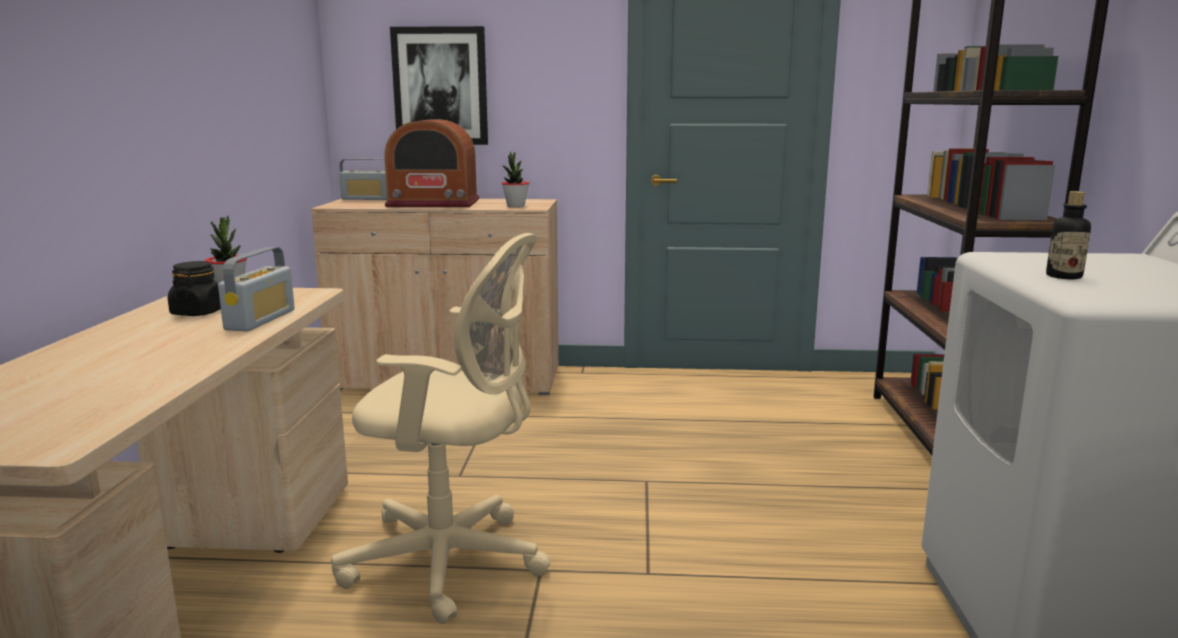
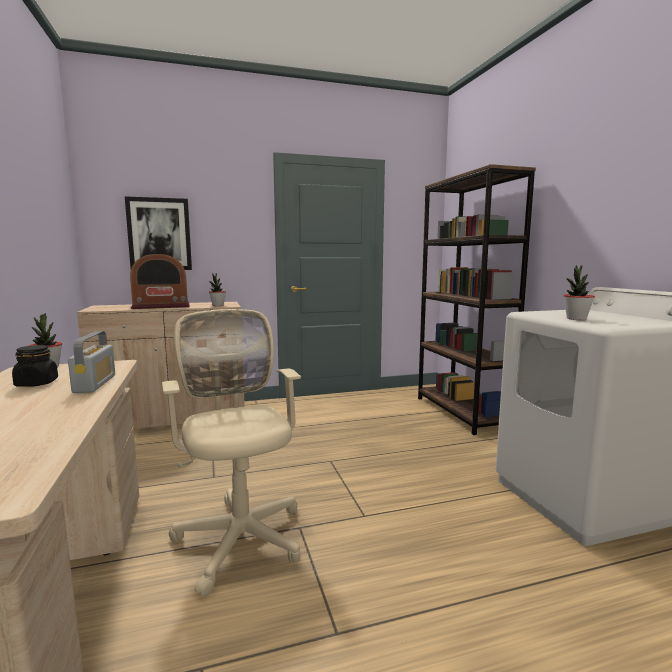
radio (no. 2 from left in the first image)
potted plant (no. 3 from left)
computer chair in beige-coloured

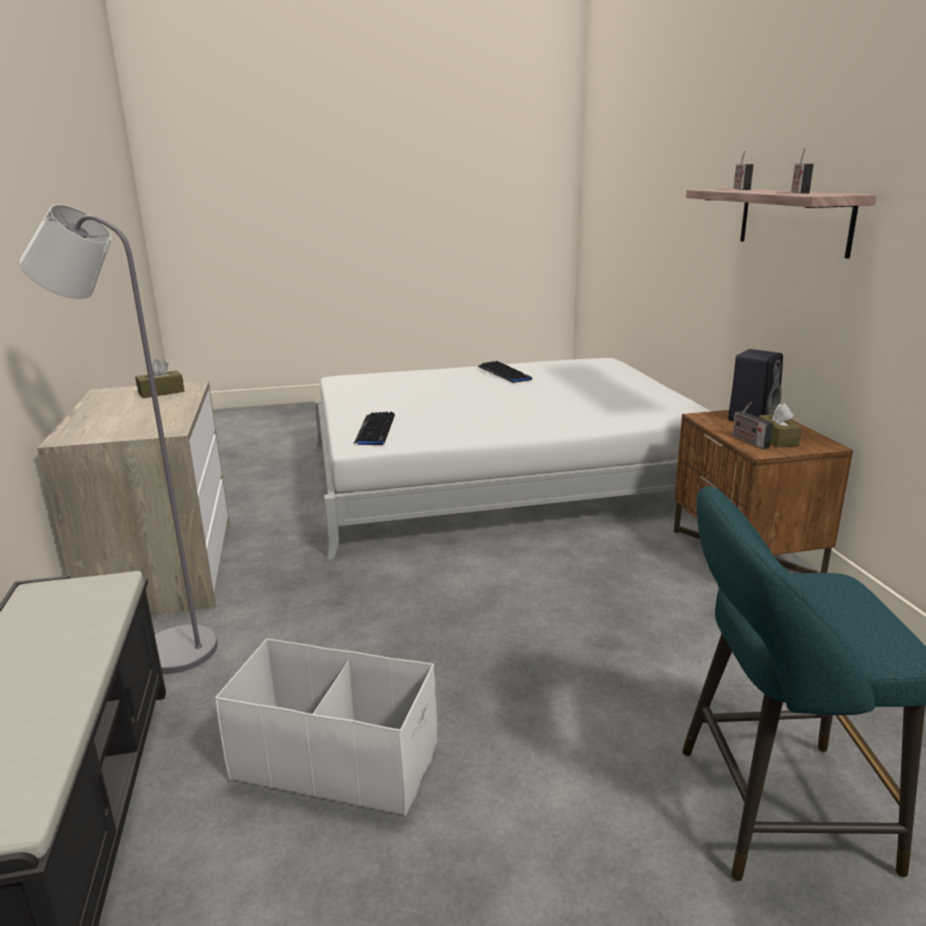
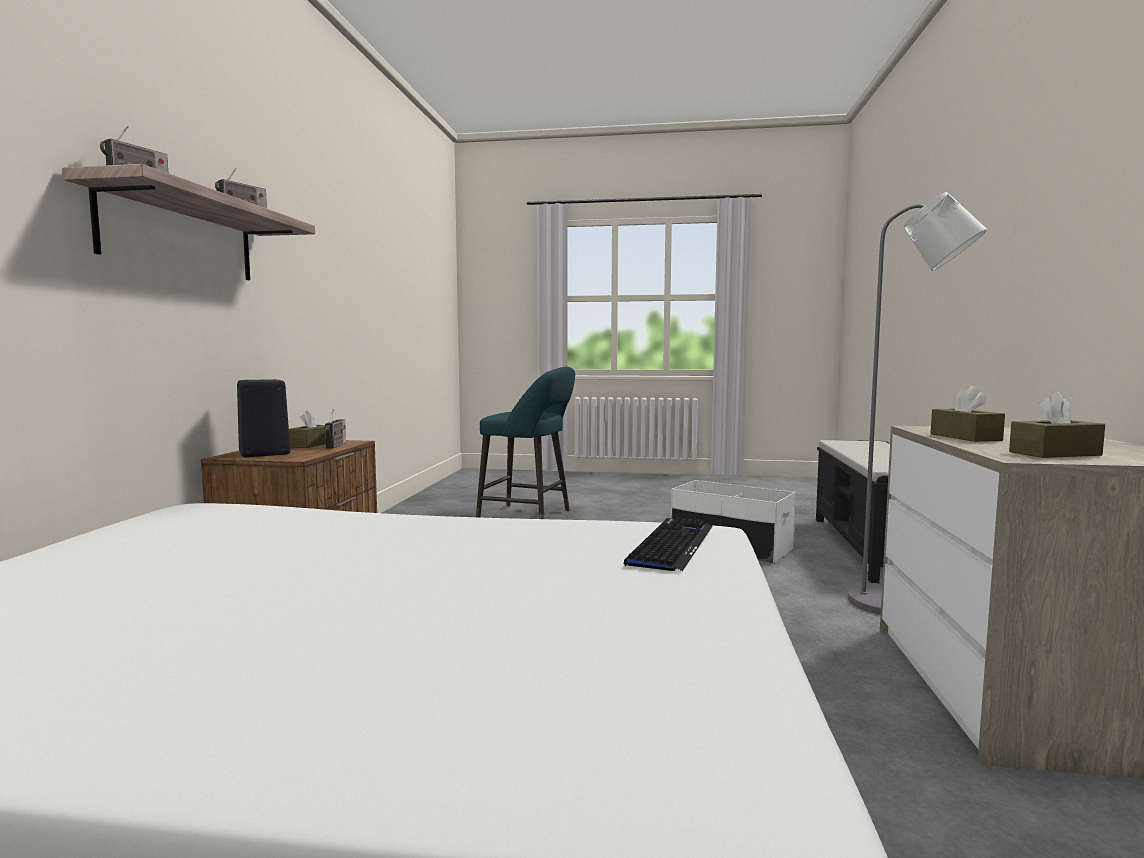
PC keyboard (no. 2 from left in the first image)
tissue holder in brownish (no. 2 from left)

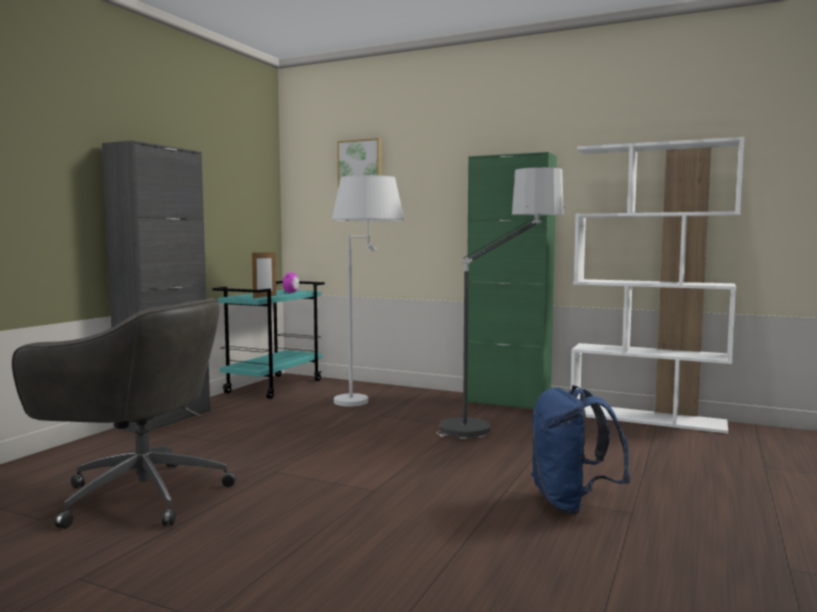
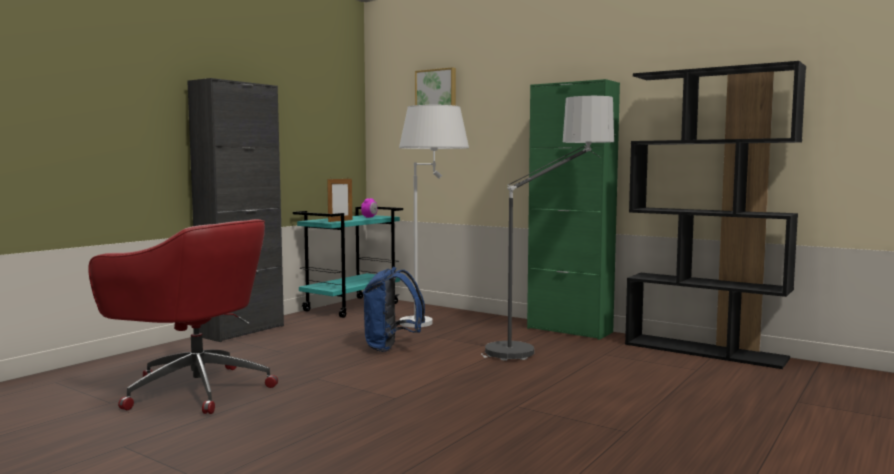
rucksack in bluish
computer chair in red
bookcase in black

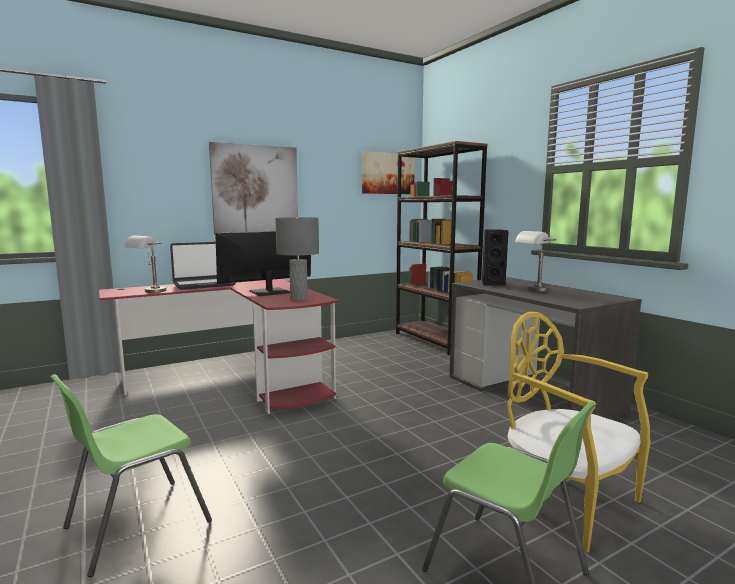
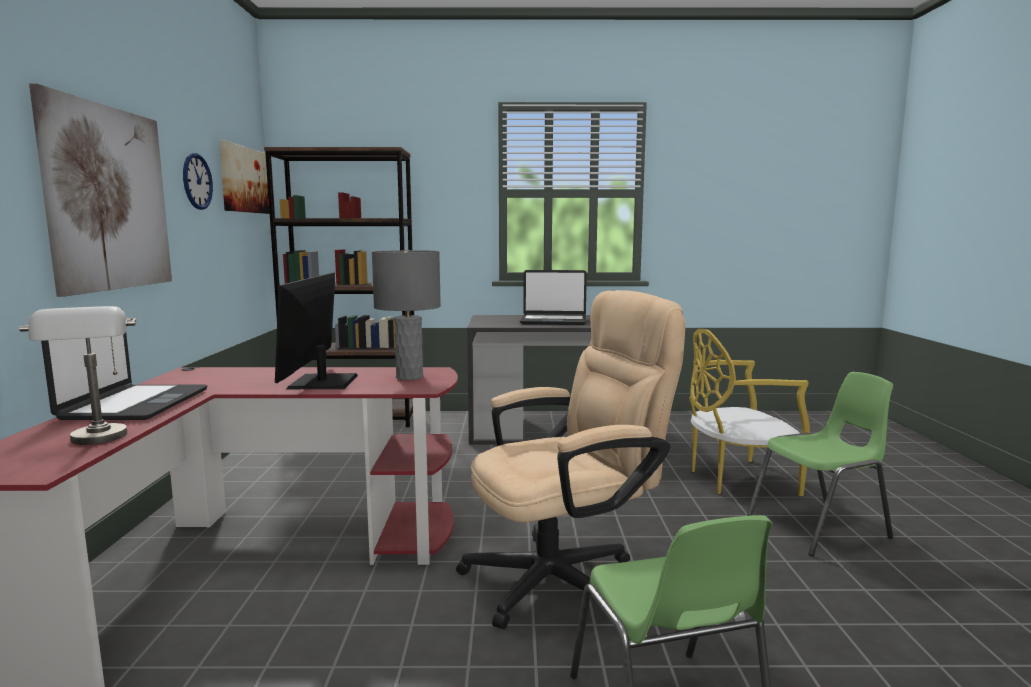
audio speaker in black
clock on the wall
computer chair in beige-coloured
laptop (no. 2 from left)

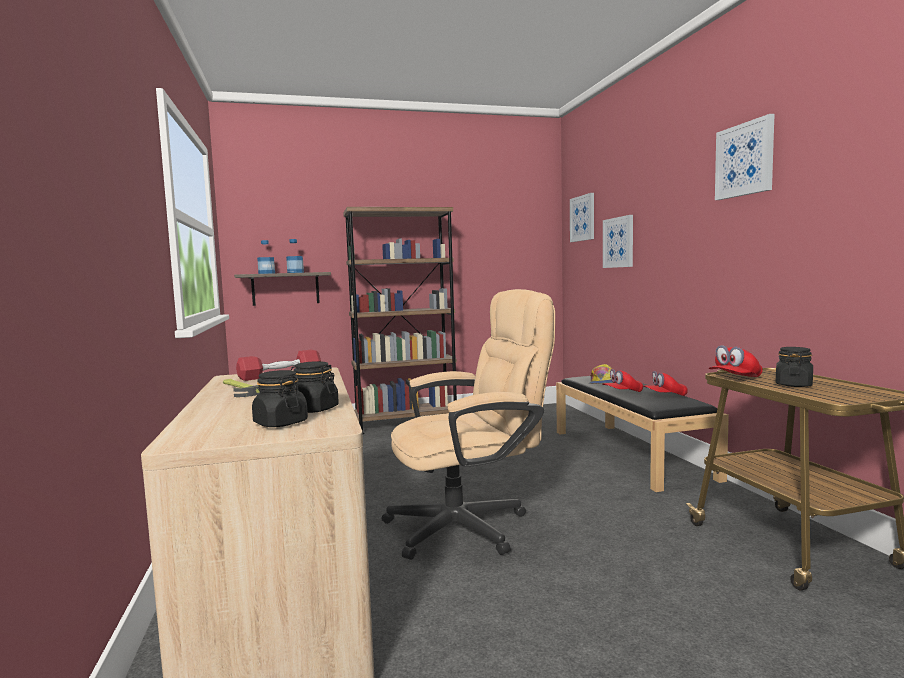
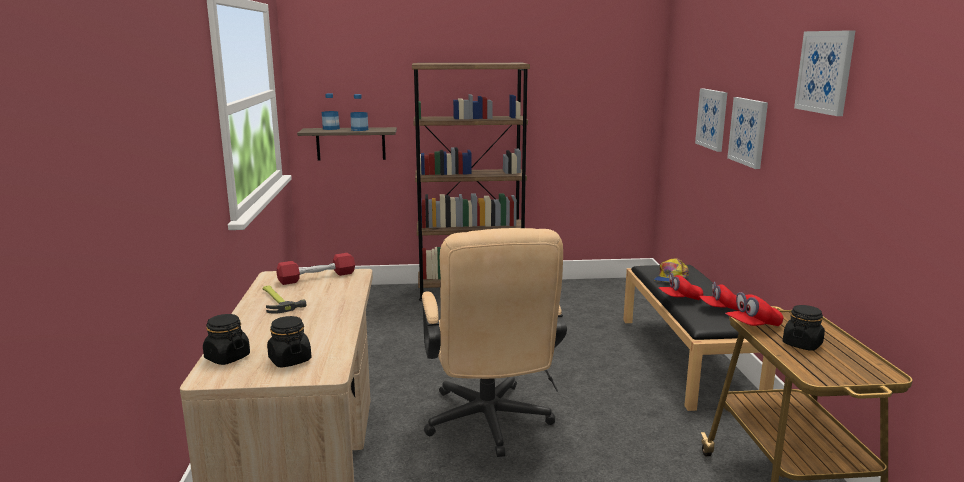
preserve jar in black (no. 1 from left)
wall picture (no. 2 from left)
computer chair in beige-coloured

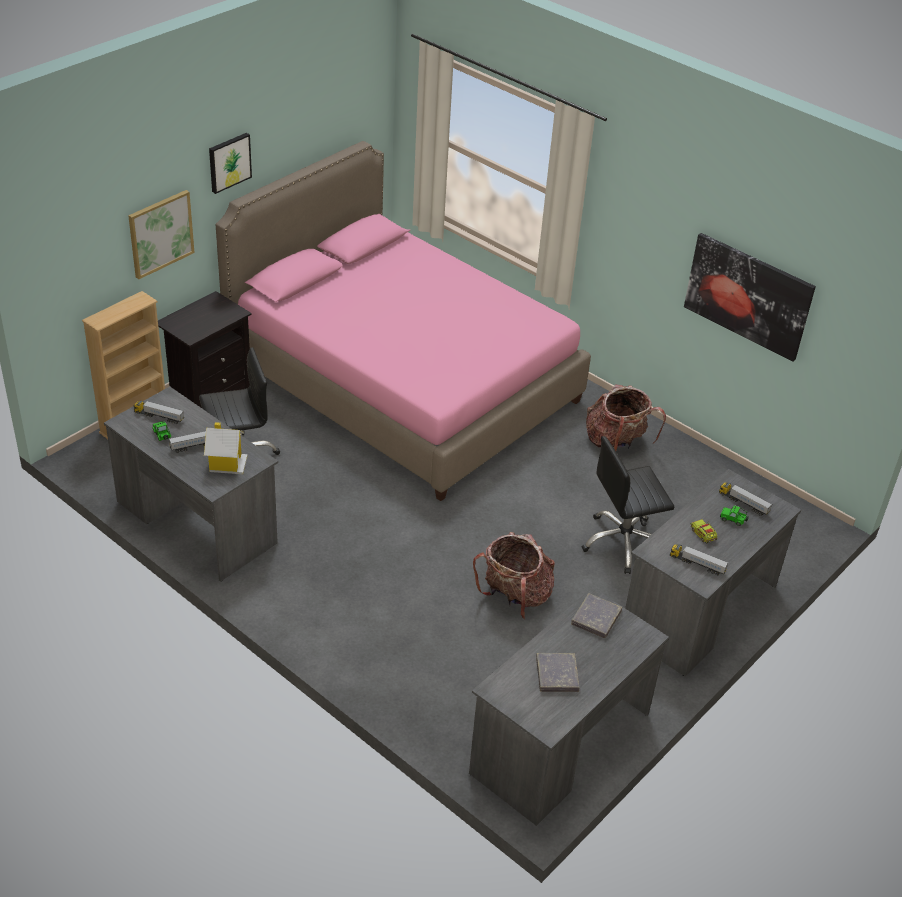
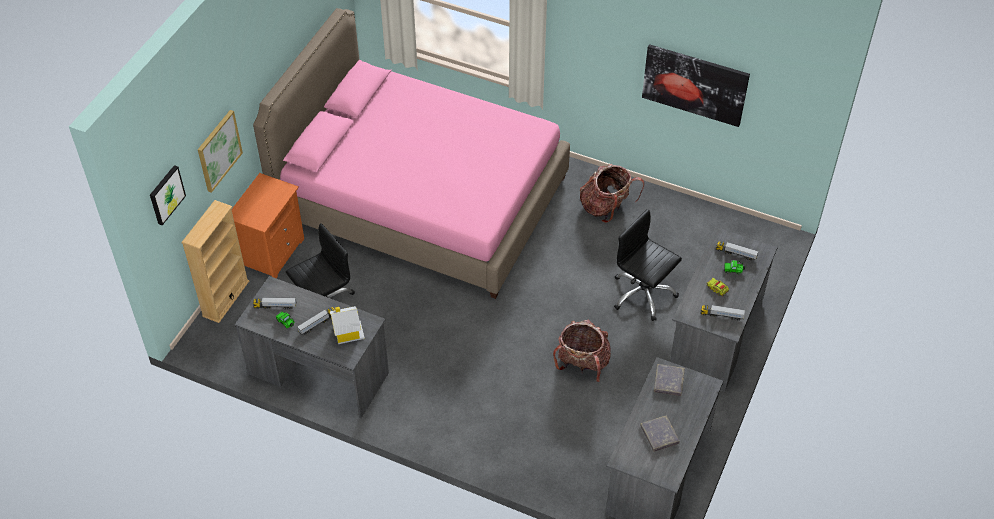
wall picture (no. 1 from left)
nightstand in orangey
computer chair in black (no. 2 from left)

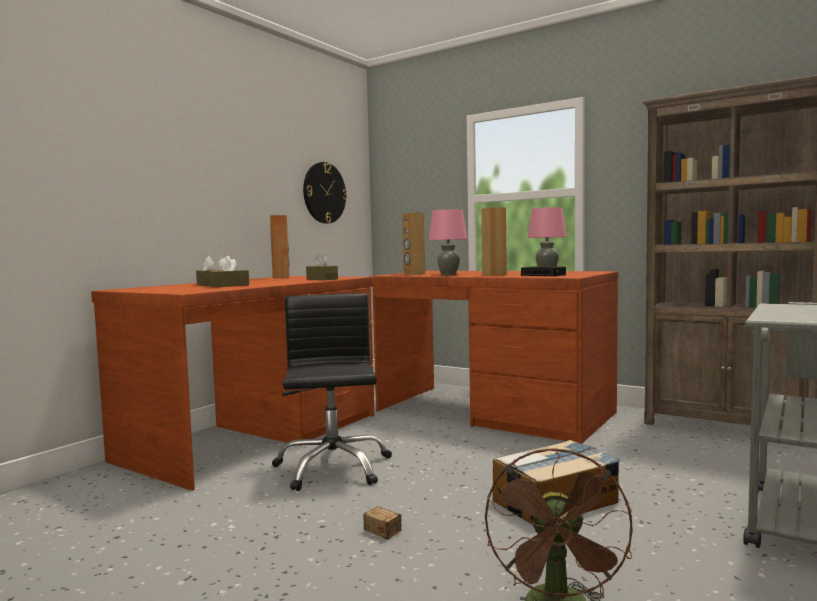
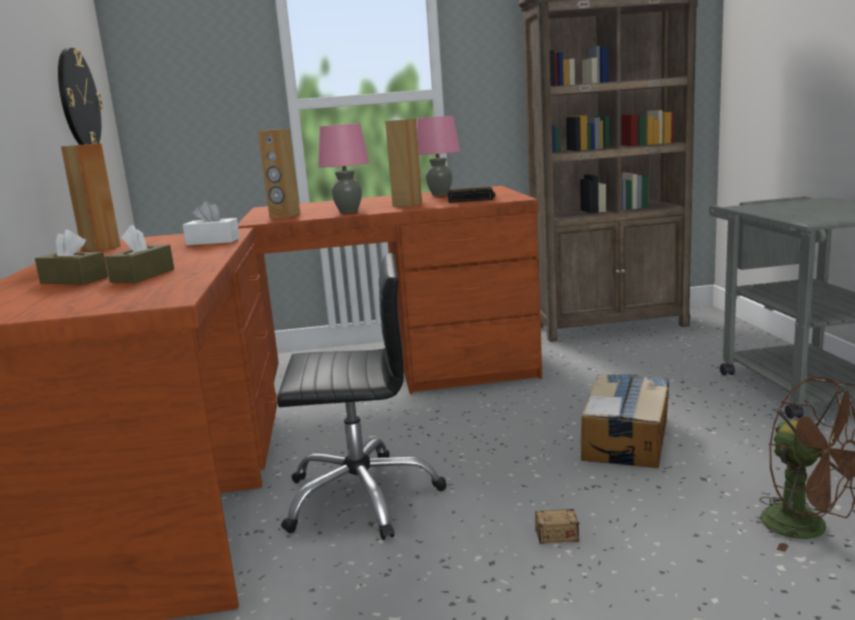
tissue holder in white
computer chair in black

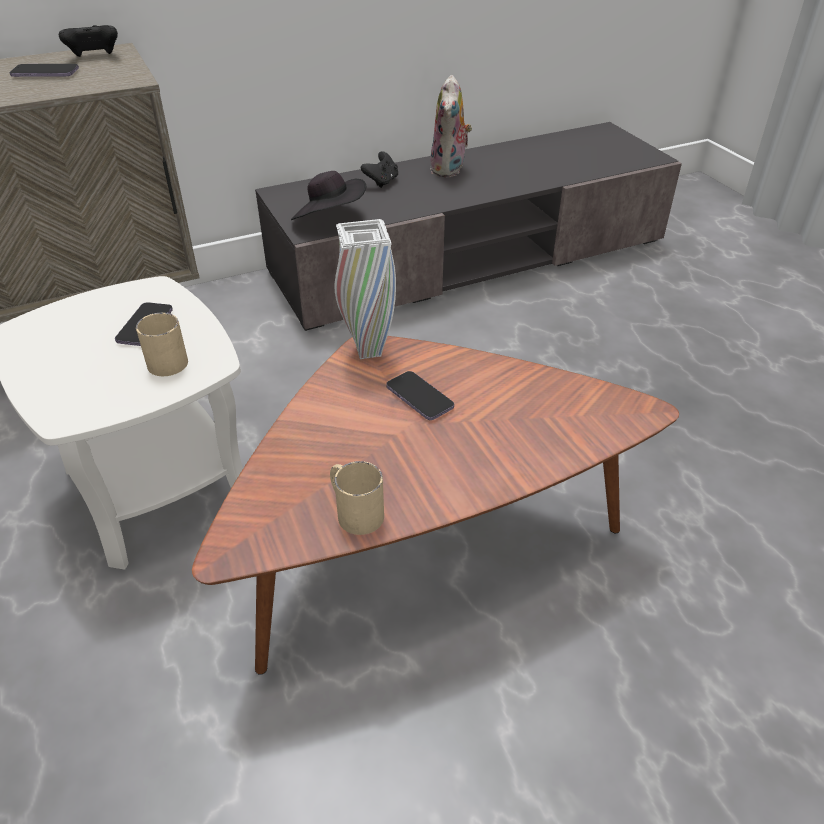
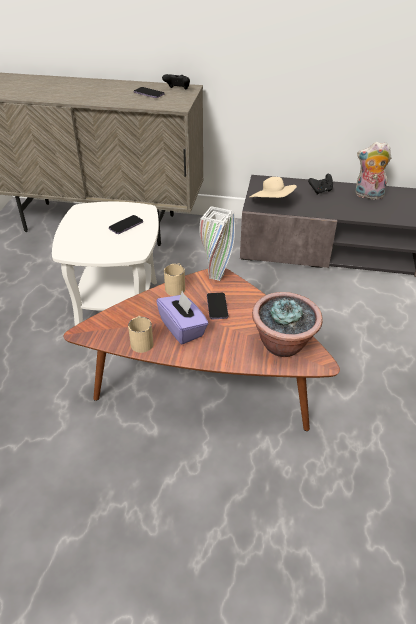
tissue holder in purplish
potted plant
mug in beige-coloured (no. 2 from left)
hat in beige-coloured
plush toy

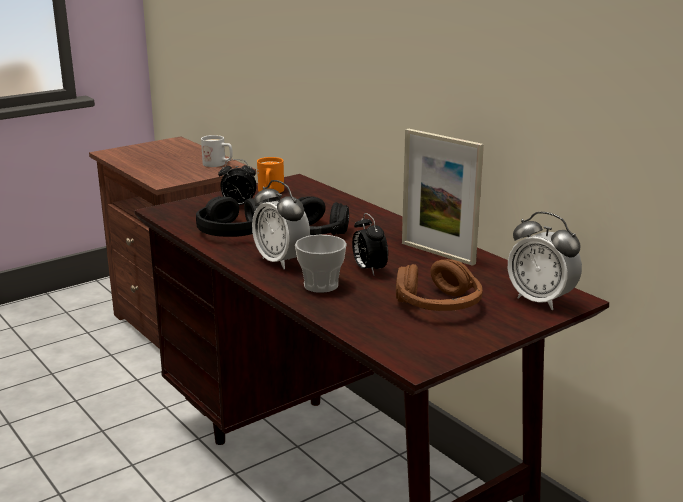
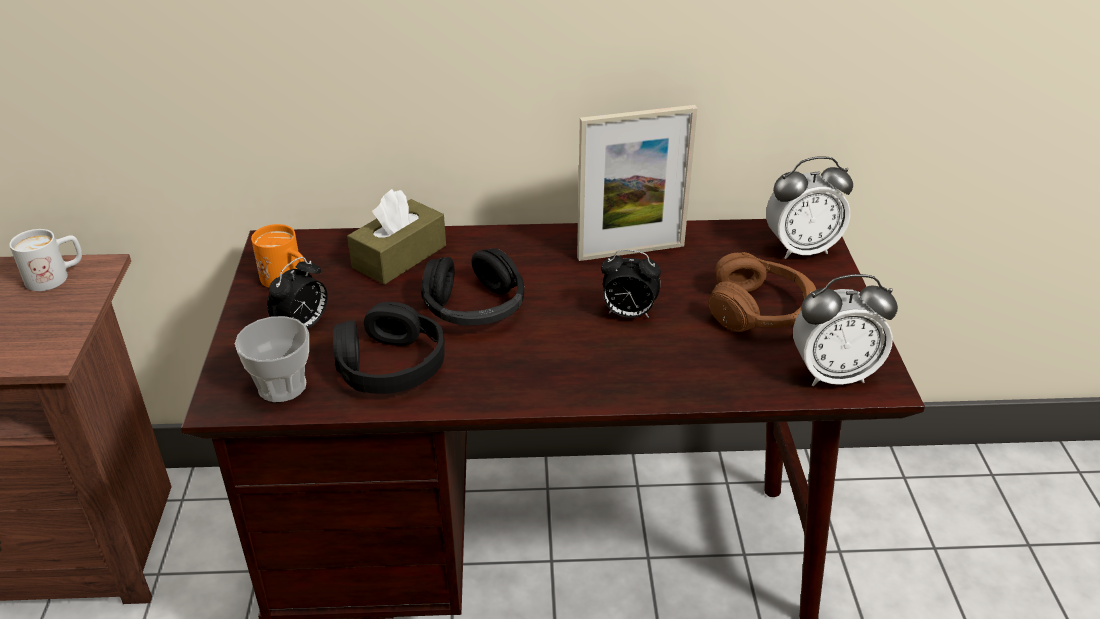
tissue holder in brownish
bedside clock (no. 4 from left)
small cup

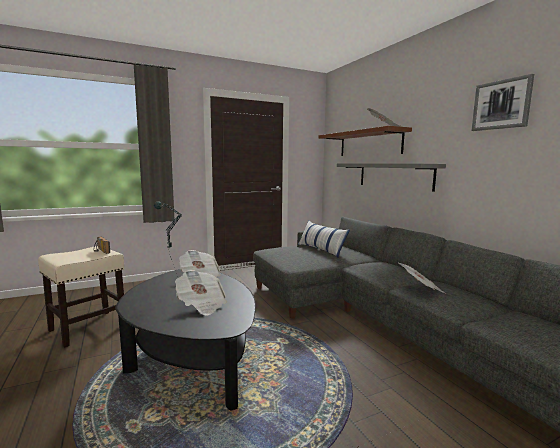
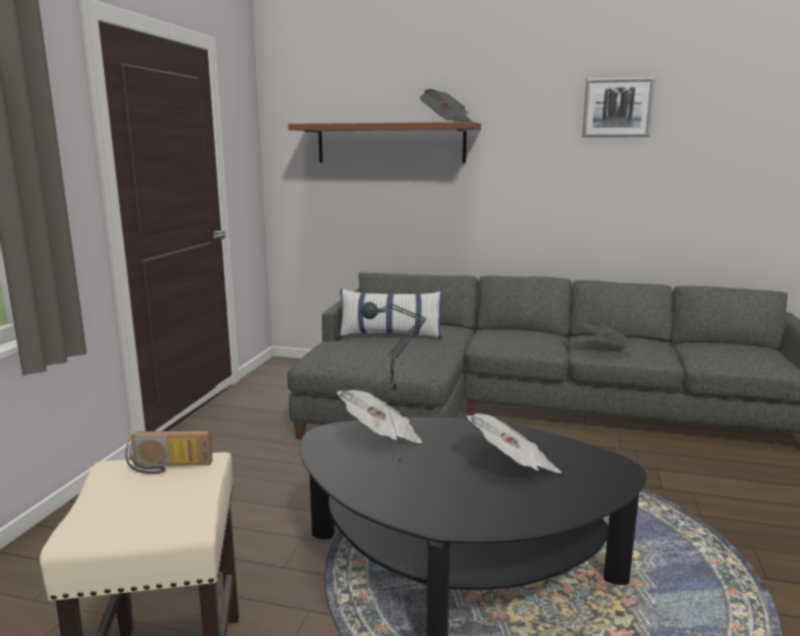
shelf in gray

